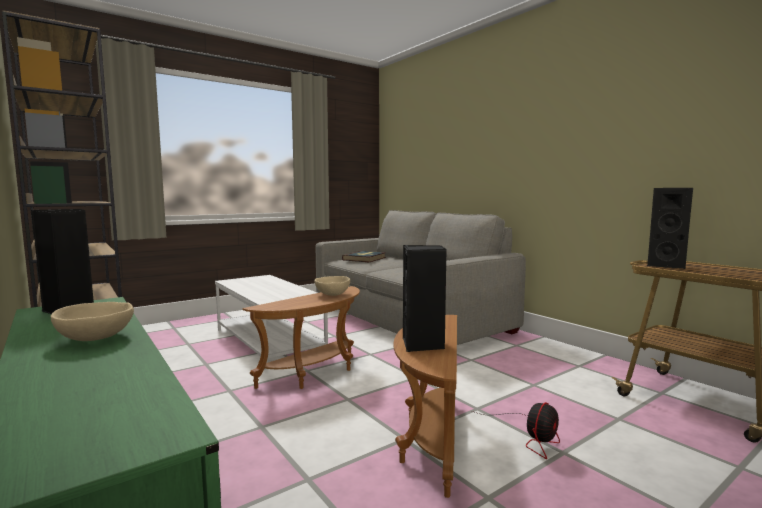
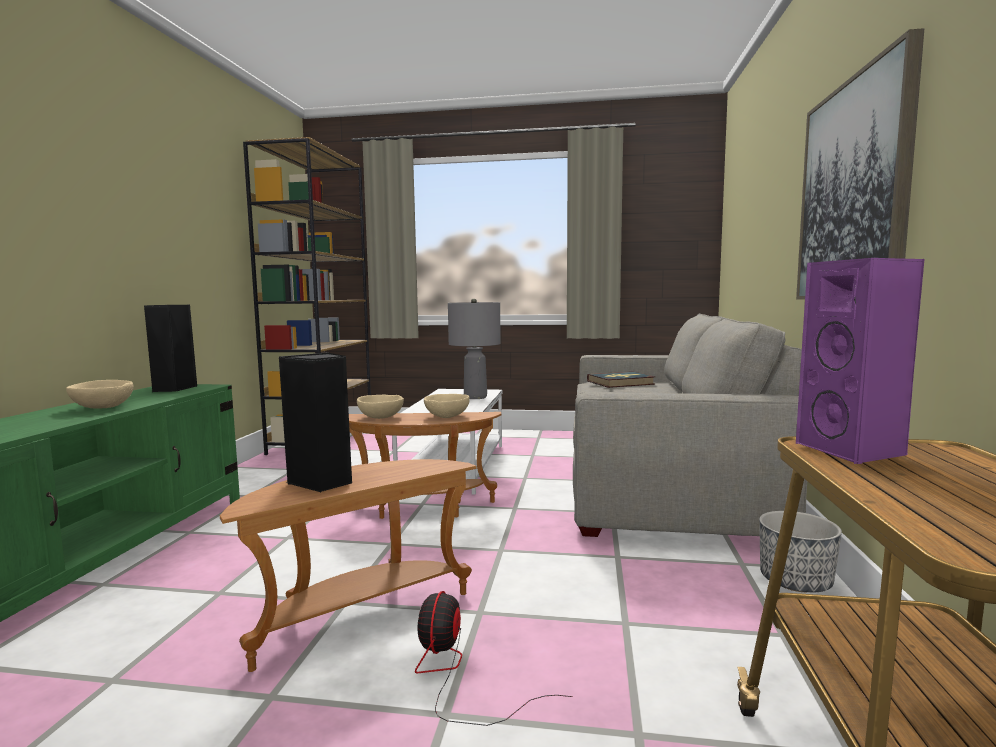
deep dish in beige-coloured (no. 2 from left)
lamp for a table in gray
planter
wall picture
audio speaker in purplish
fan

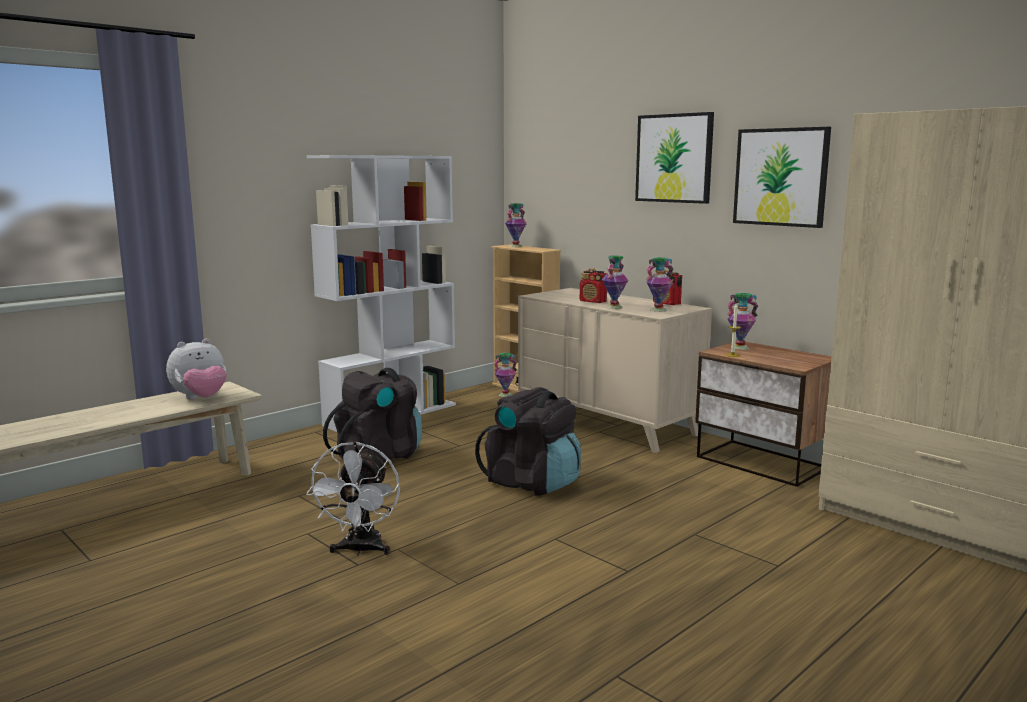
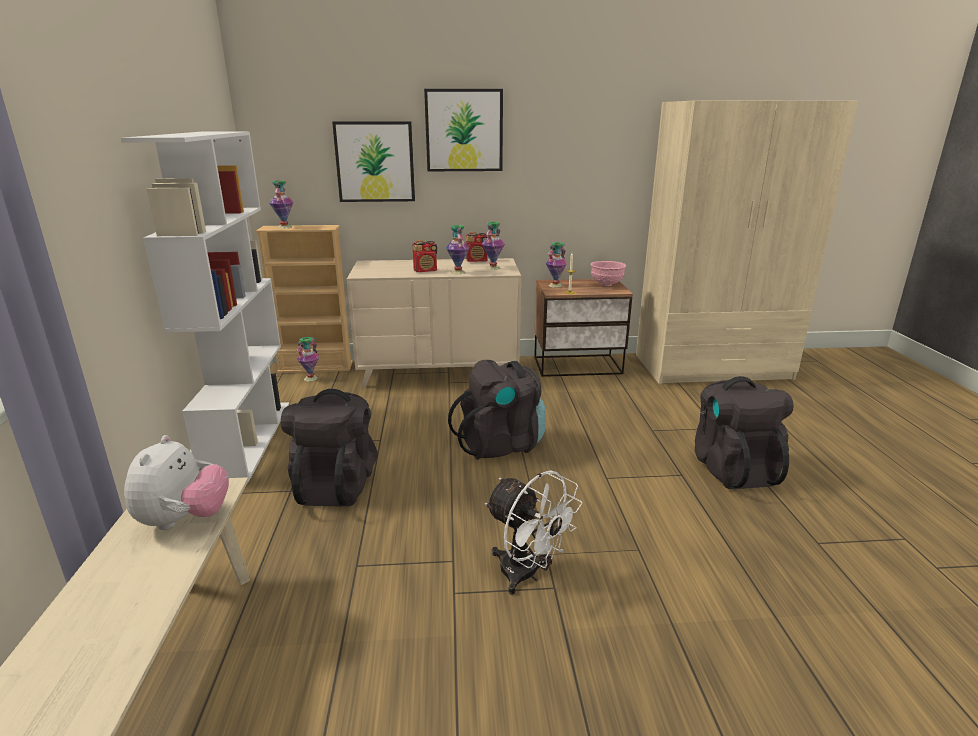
deep dish in pink
rucksack in black (no. 3 from left)
wall picture (no. 1 from left)

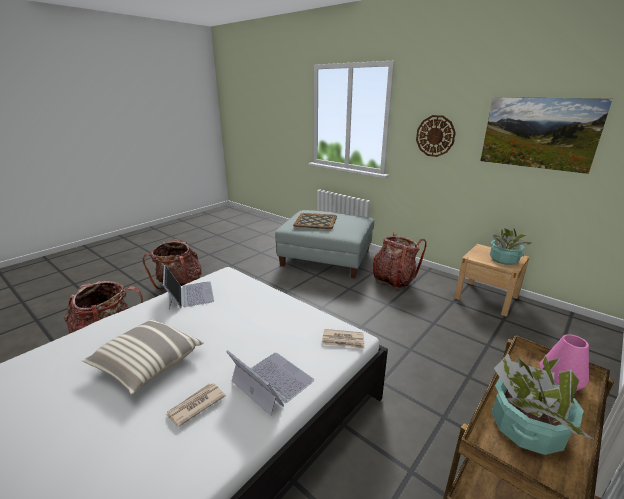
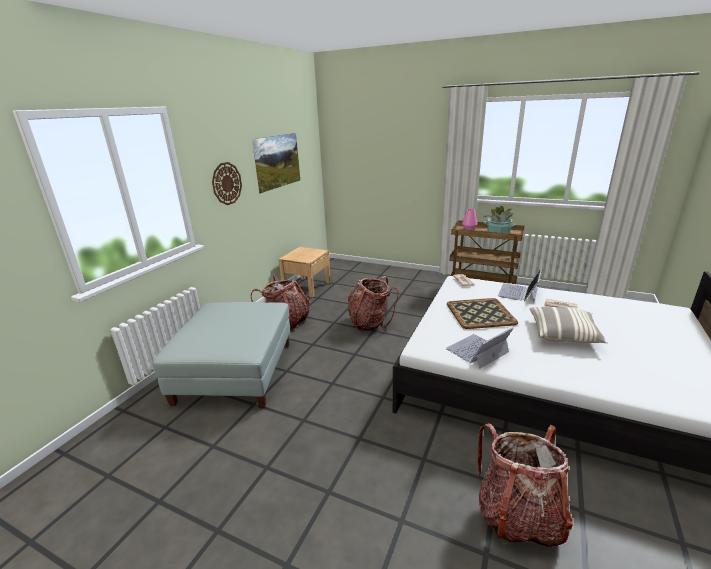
potted plant (no. 1 from left in the first image)
rucksack (no. 2 from left)
tray

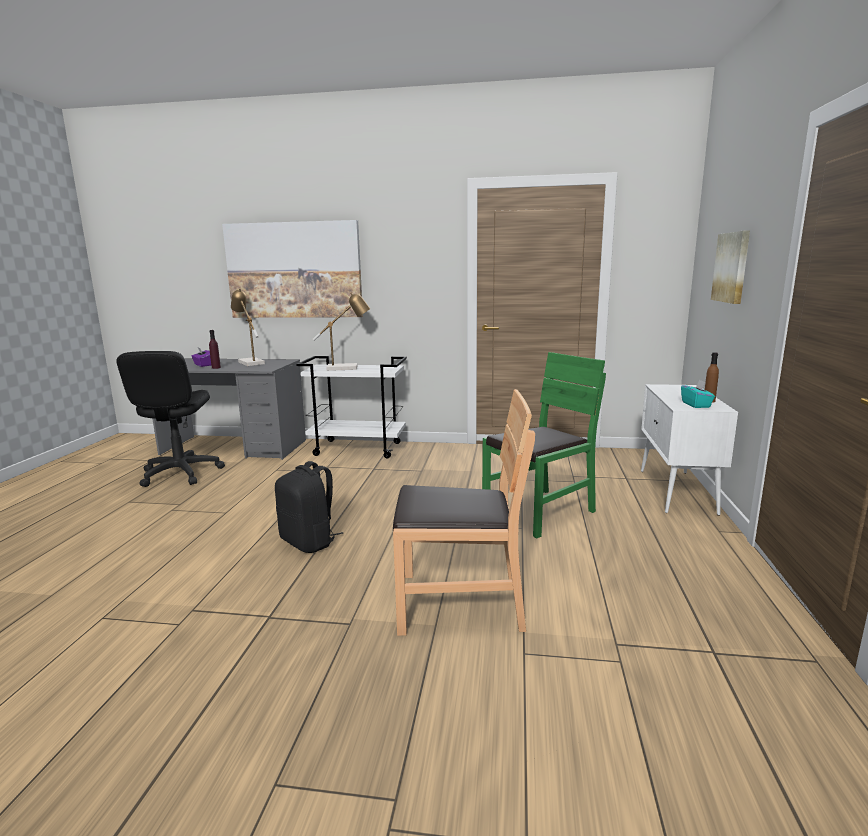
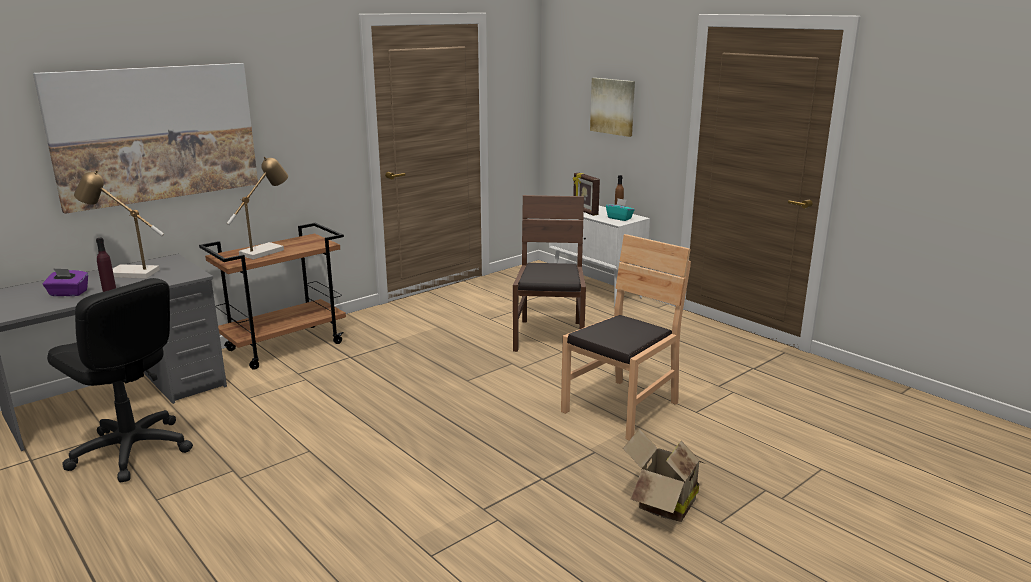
rucksack in black
picture frame
carton
trolley in brownish
upright chair in brownish (no. 1 from left)

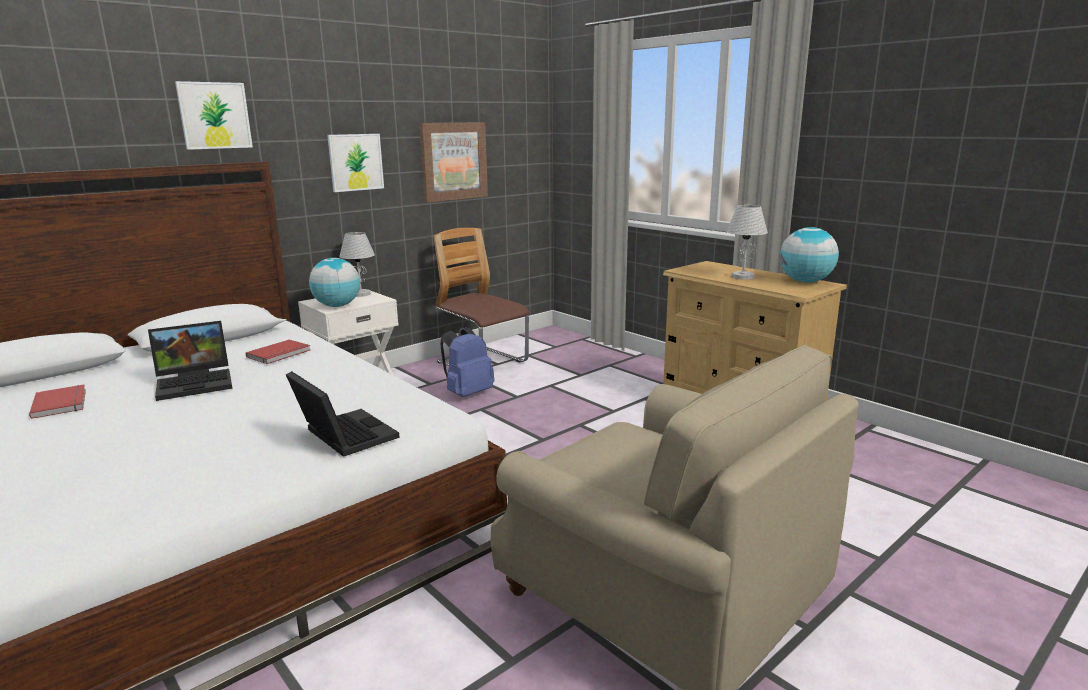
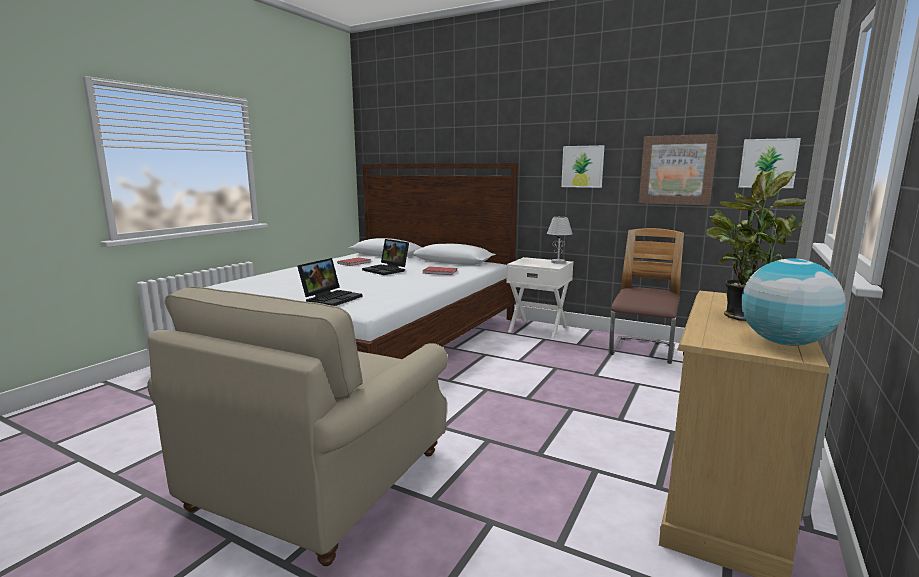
desk globe (no. 1 from left in the first image)
rucksack in bluish
wall picture (no. 3 from left)
potted plant

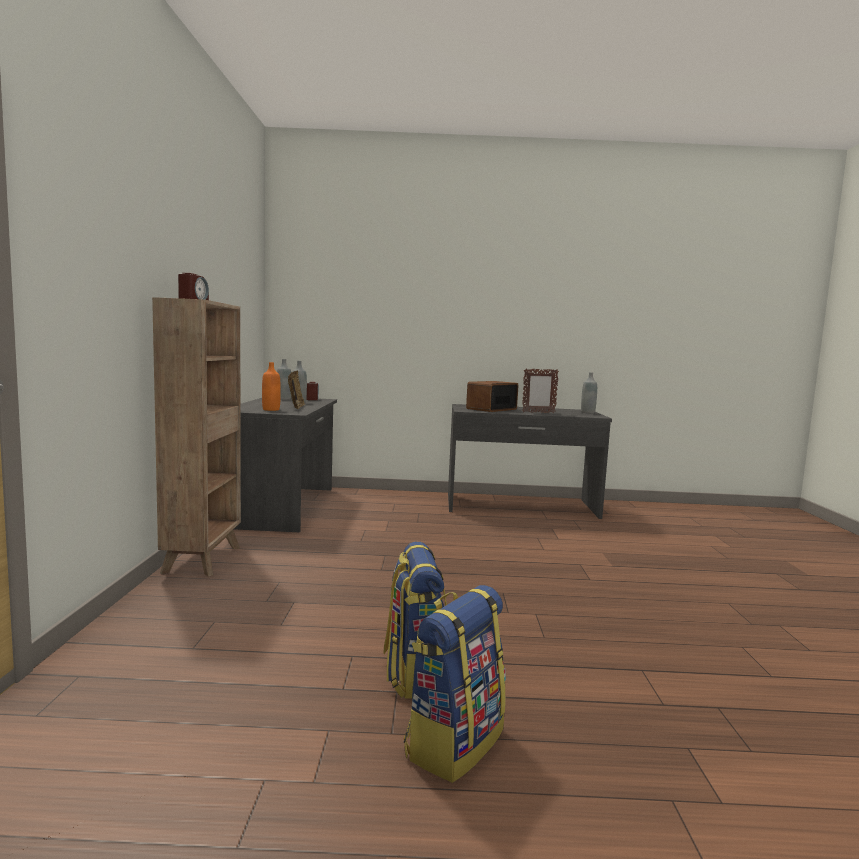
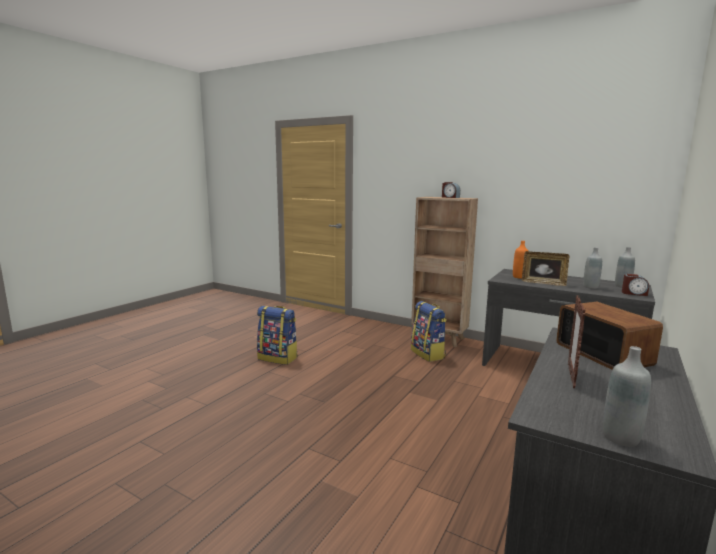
rucksack (no. 2 from left)

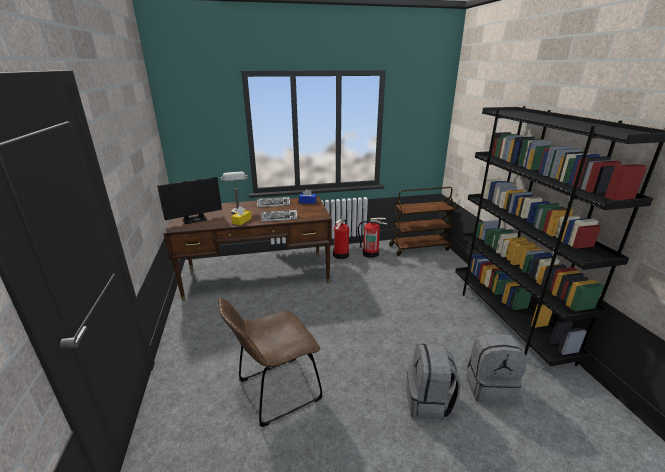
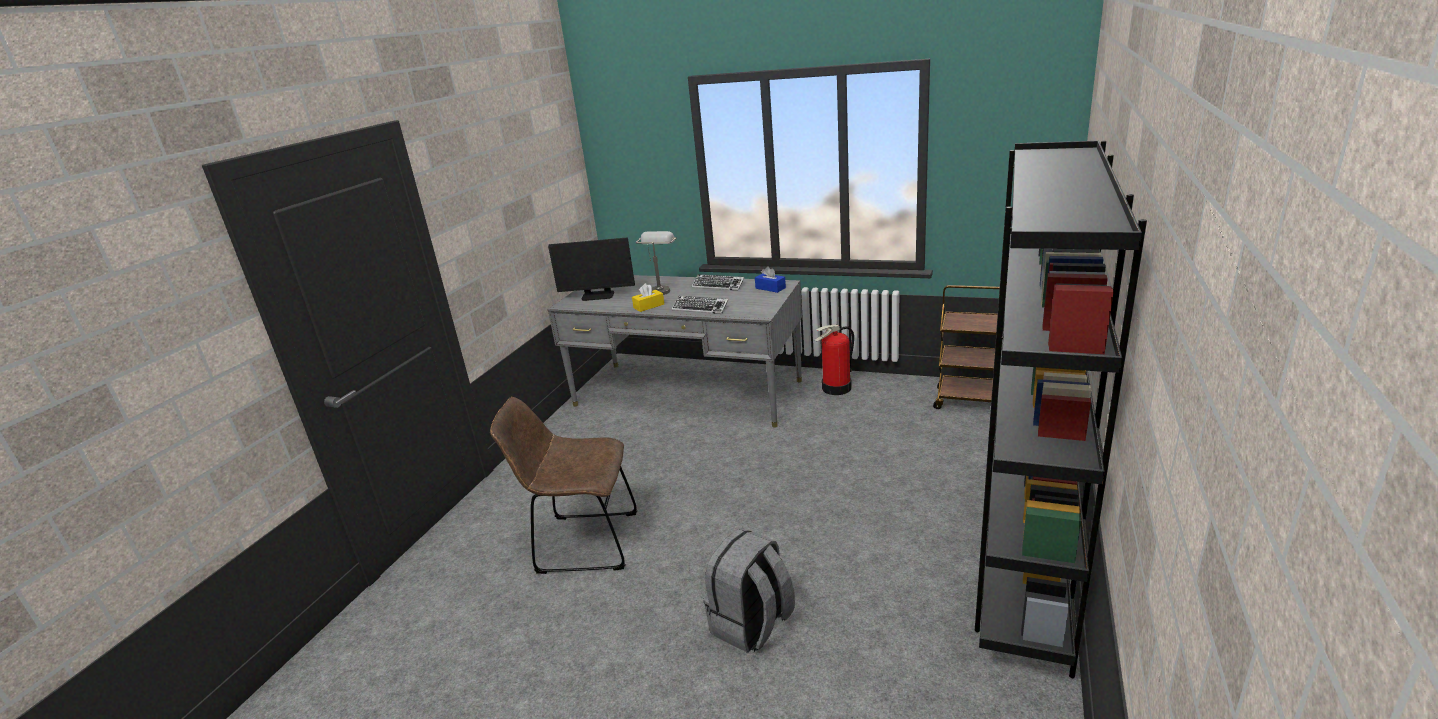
fire extinguisher (no. 2 from left in the first image)
rucksack in gray (no. 2 from left in the first image)
desk table in gray

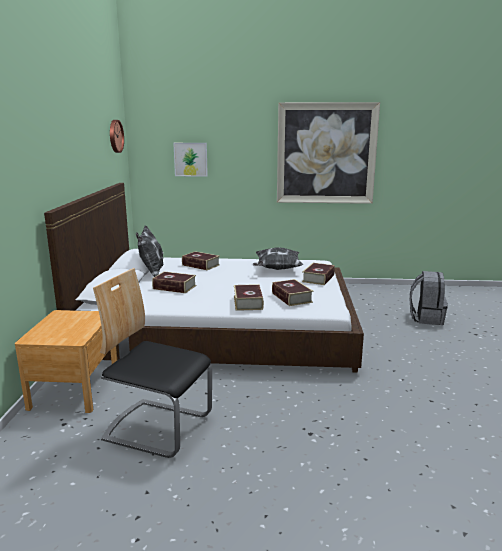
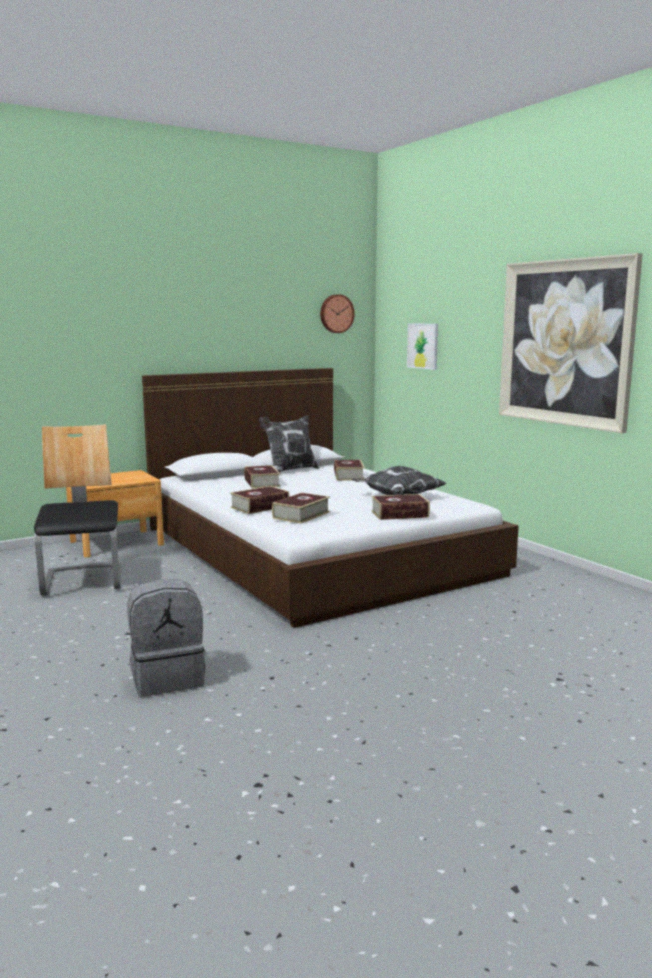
rucksack in gray

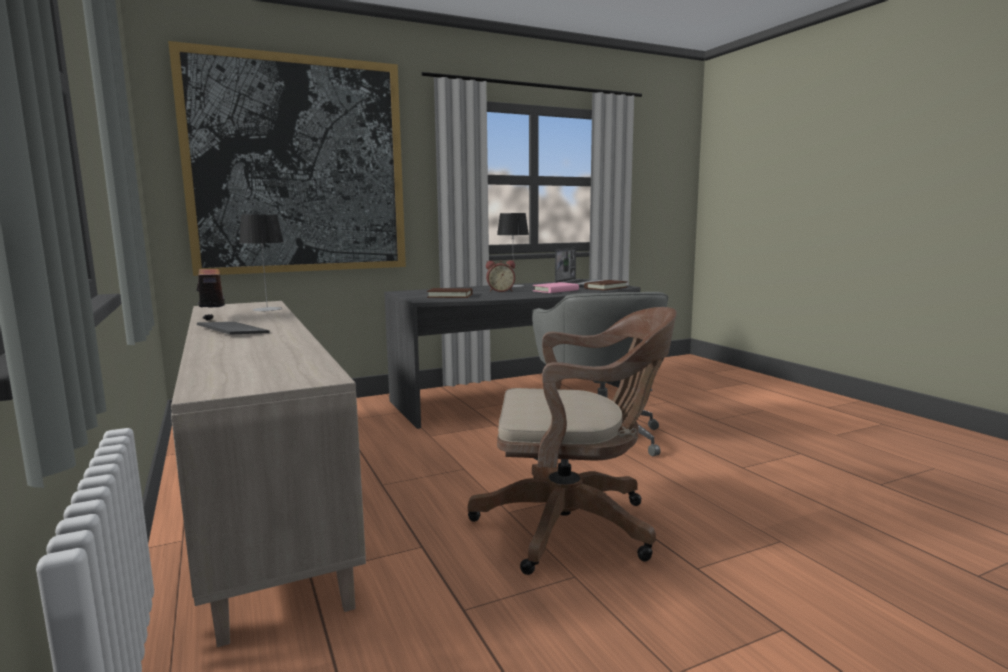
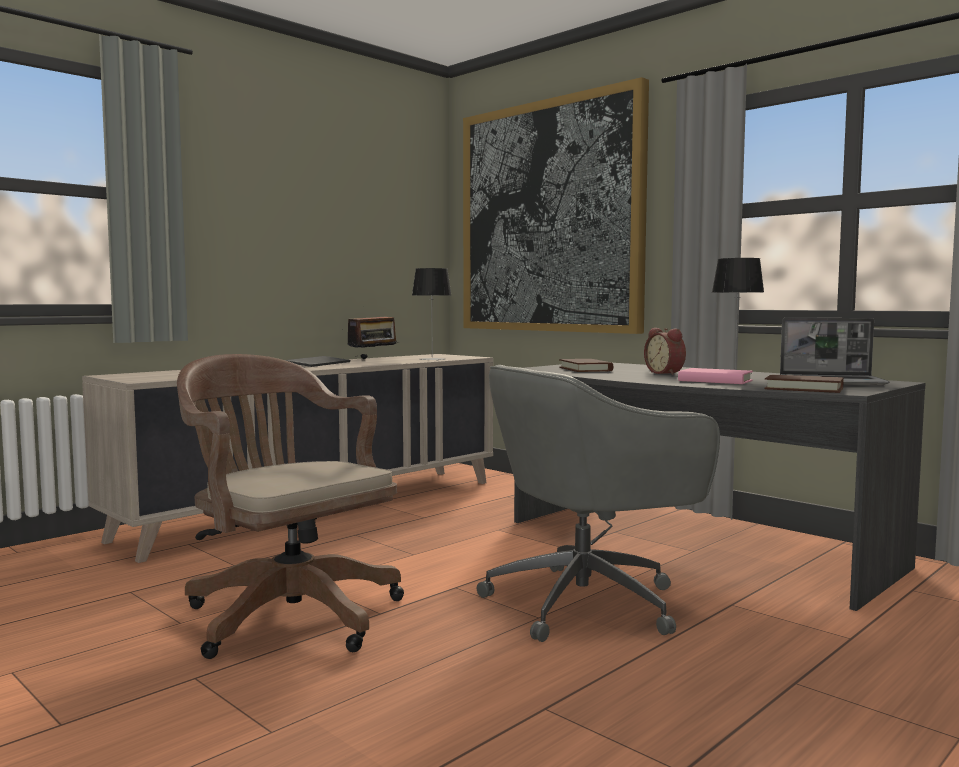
computer chair in brownish

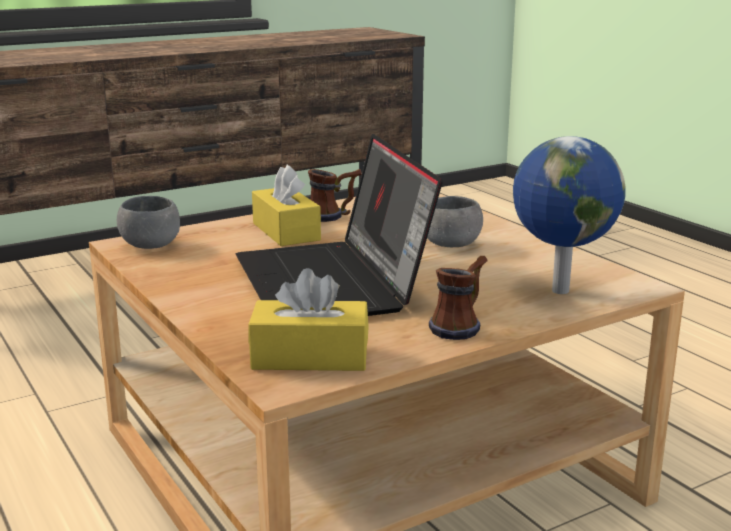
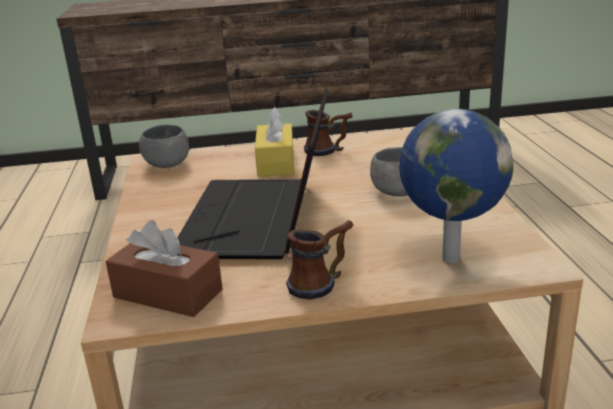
tissue holder in brownish

